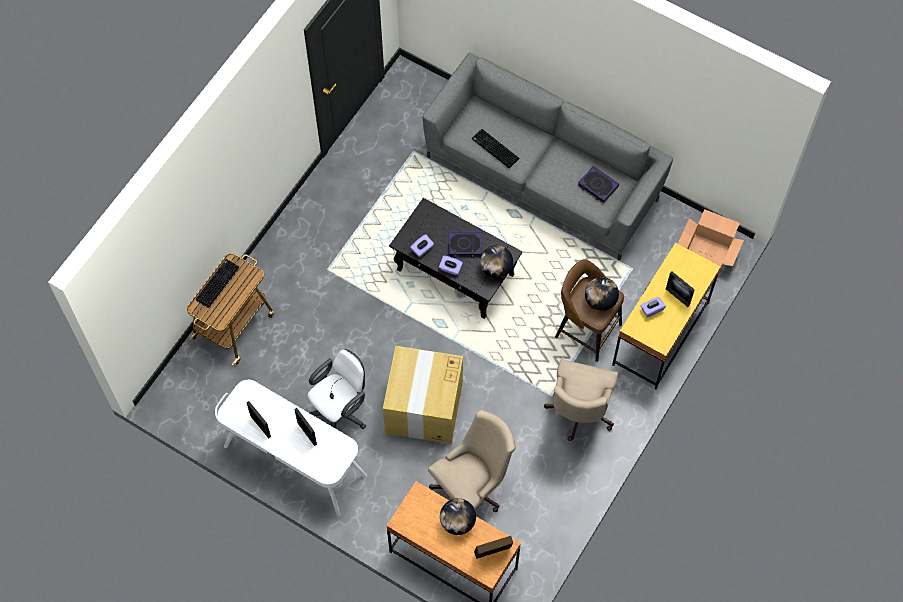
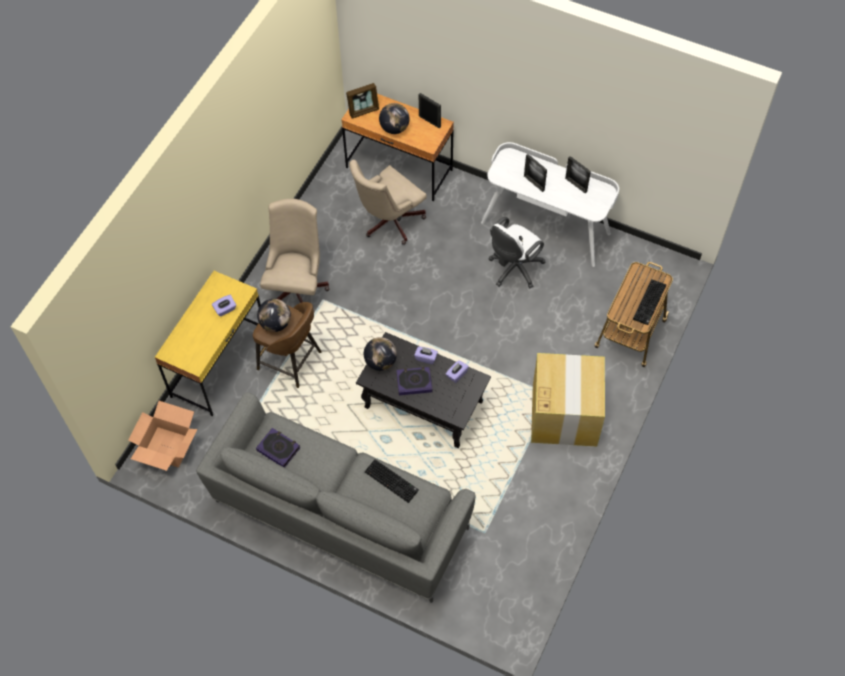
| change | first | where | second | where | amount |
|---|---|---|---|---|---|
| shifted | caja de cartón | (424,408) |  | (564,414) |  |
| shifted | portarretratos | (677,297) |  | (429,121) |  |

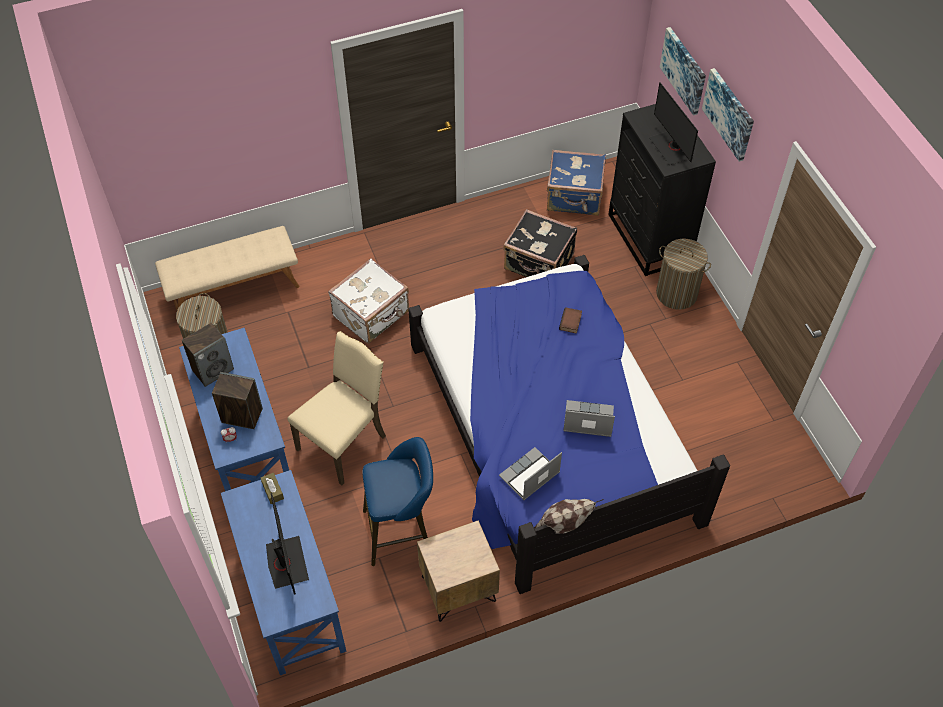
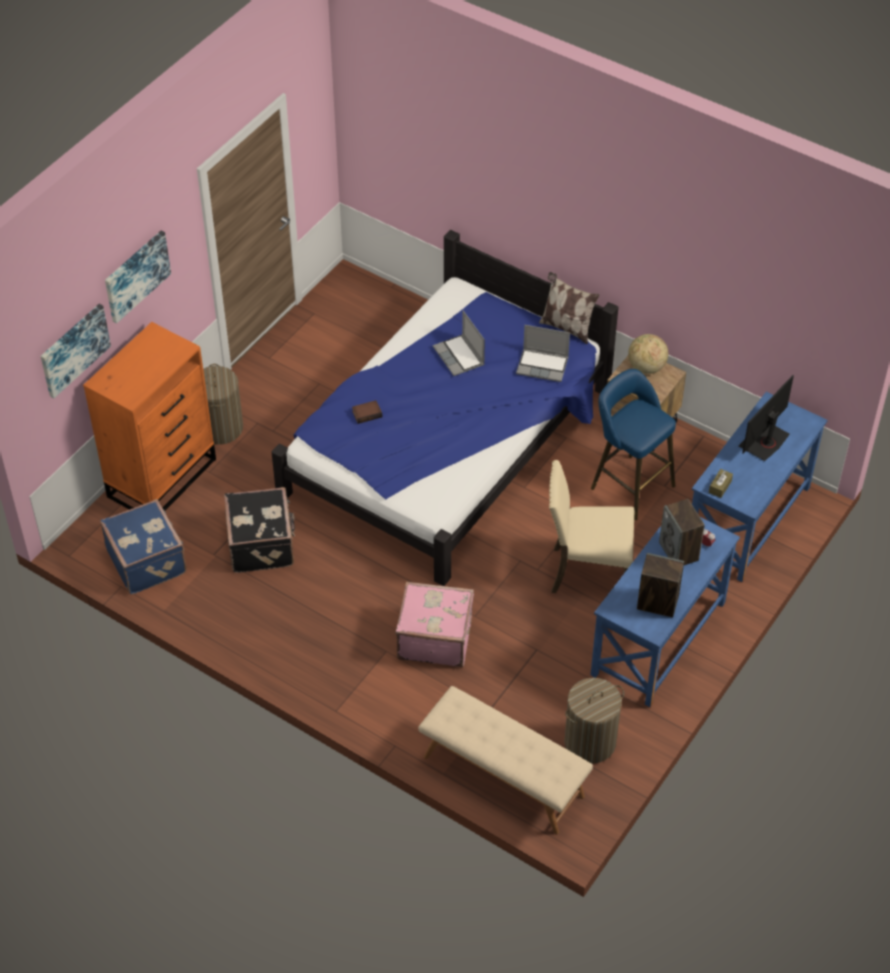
| change | first | where | second | where | amount |
|---|---|---|---|---|---|
| repainted | maleta (blanco) | (372,314) | maleta (rosa) | (434,638) |  |
| repainted | cómoda (negro) | (649,238) | cómoda (naranja) | (163,477) |  |
| gone | monitor | (672,147) |  |  |  |
| new |  |  | globo terráqueo | (646,367) |  |

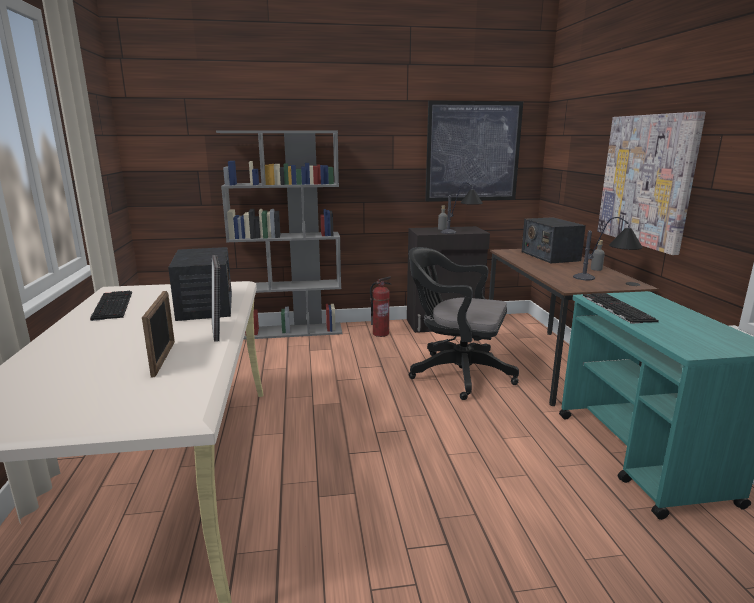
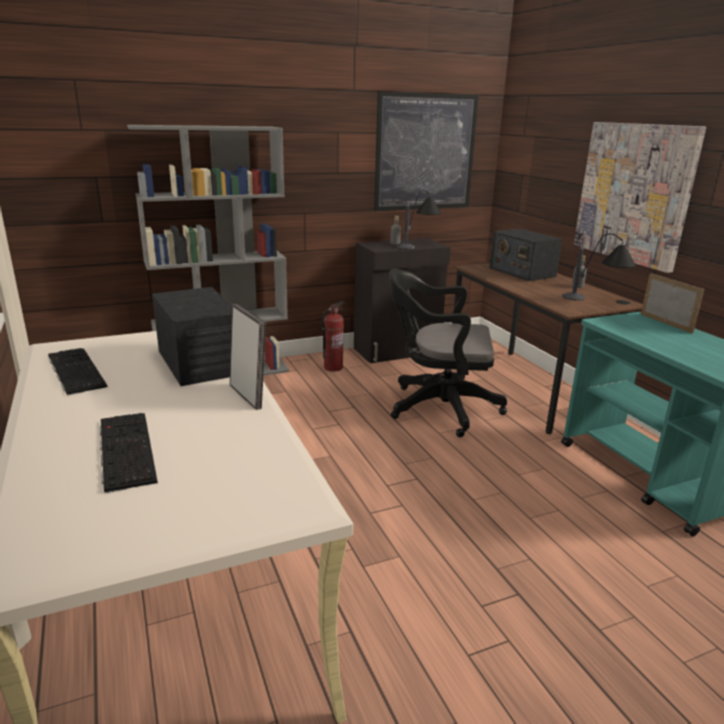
| change | first | where | second | where | amount |
|---|---|---|---|---|---|
| shifted | portarretratos | (163,359) |  | (666,323) |  |
| shifted | teclado | (615,308) |  | (124,449) |  |

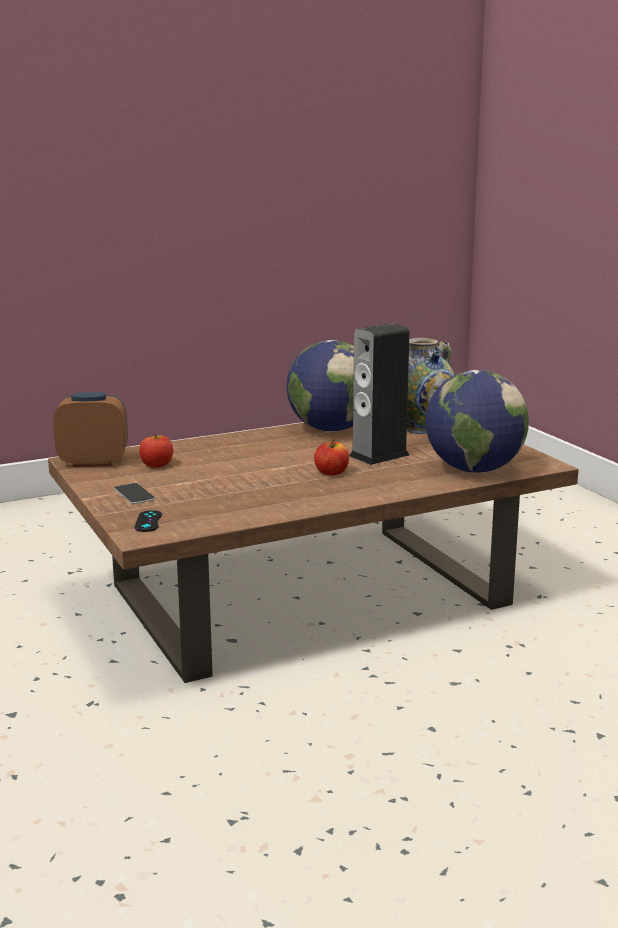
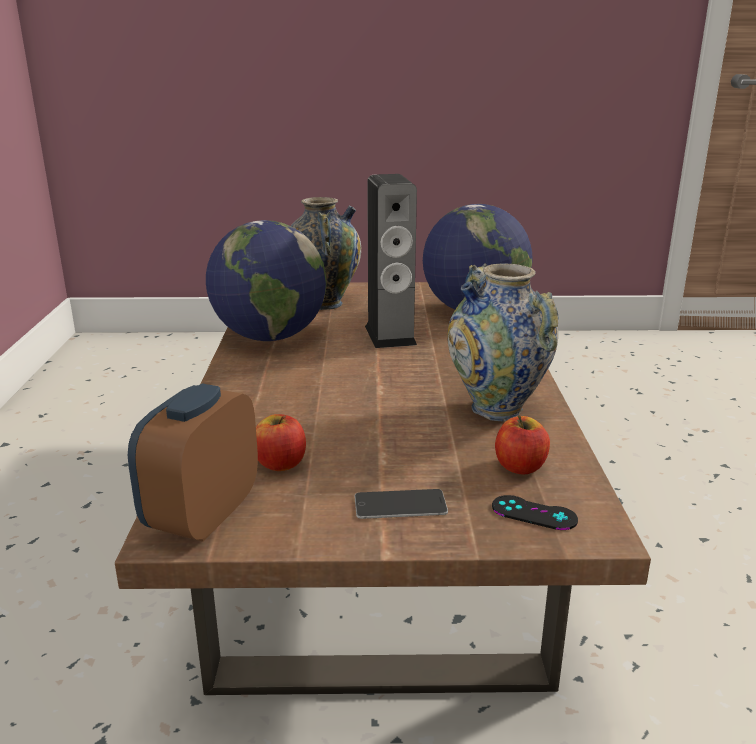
| change | first | where | second | where | amount |
|---|---|---|---|---|---|
| shifted | manzana | (331,472) |  | (520,467) |  |
| new |  |  | florero | (497,409) |  |

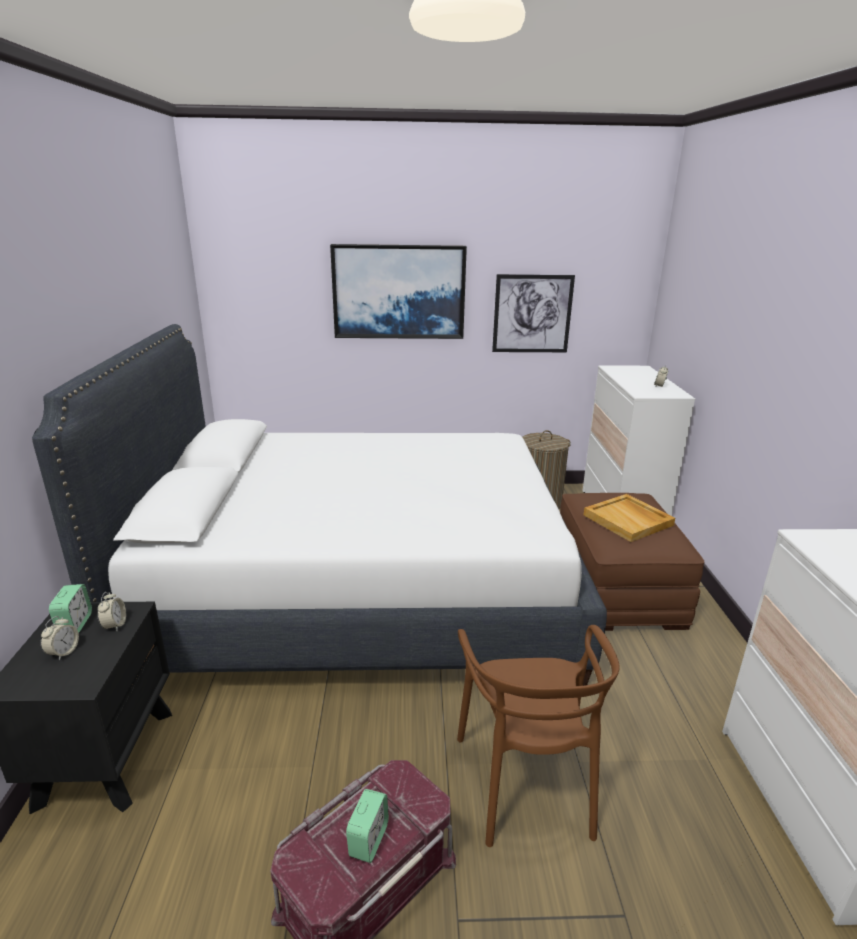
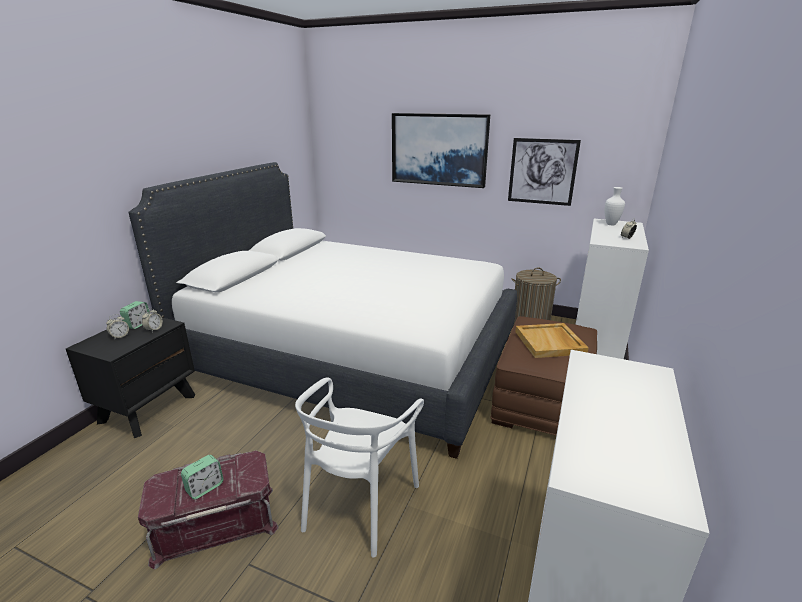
| change | first | where | second | where | amount |
|---|---|---|---|---|---|
| repainted | silla (marrón) | (526,782) | silla (blanco) | (359,504) |  |
| new |  |  | florero (blanco) | (610,224) |  |

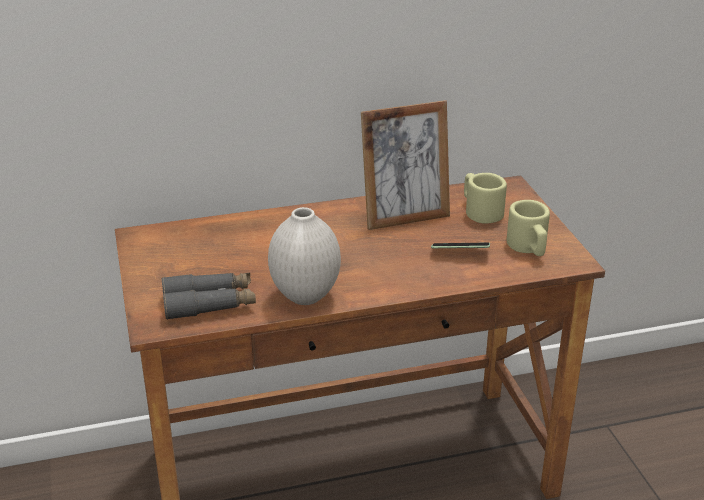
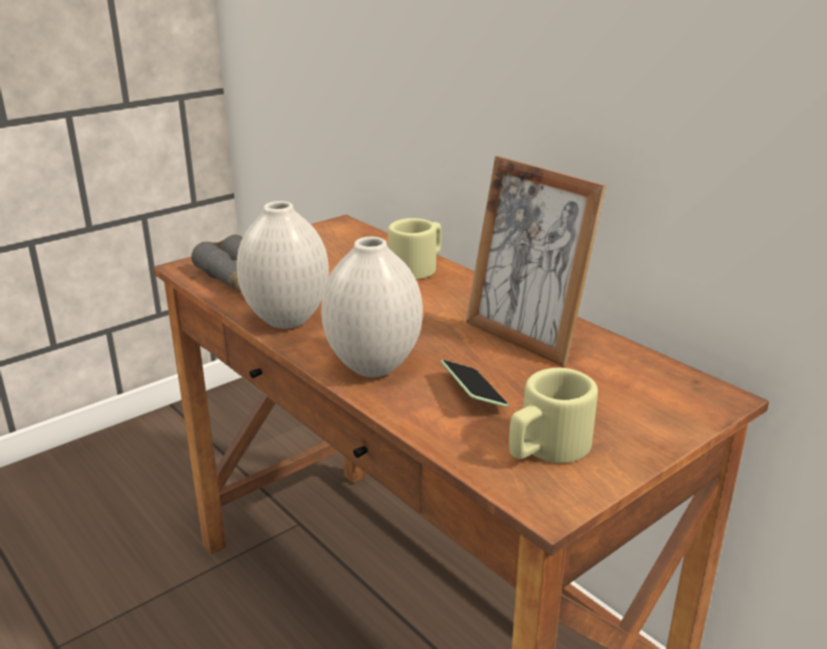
| change | first | where | second | where | amount |
|---|---|---|---|---|---|
| shifted | taza grande (beis) | (480,211) |  | (418,267) |  |
| new |  |  | florero (blanco) | (372,367) |  |

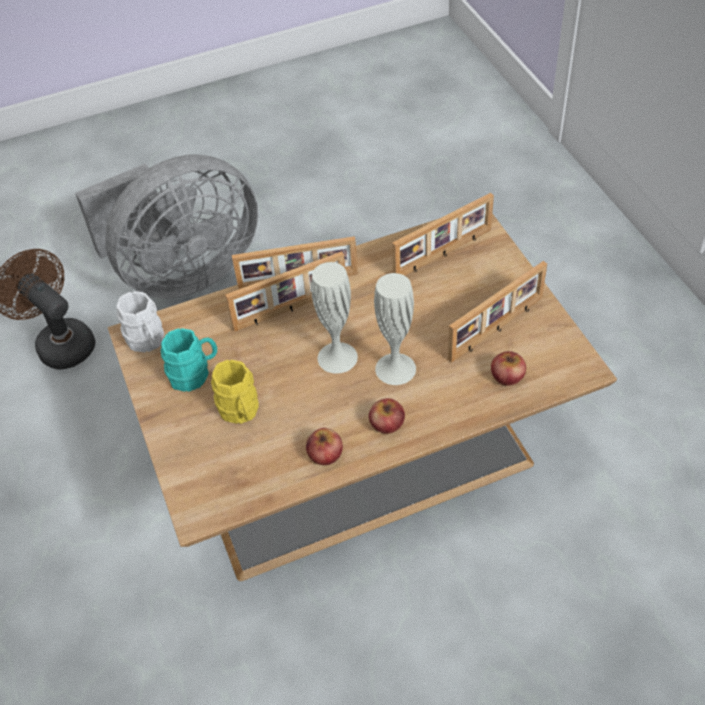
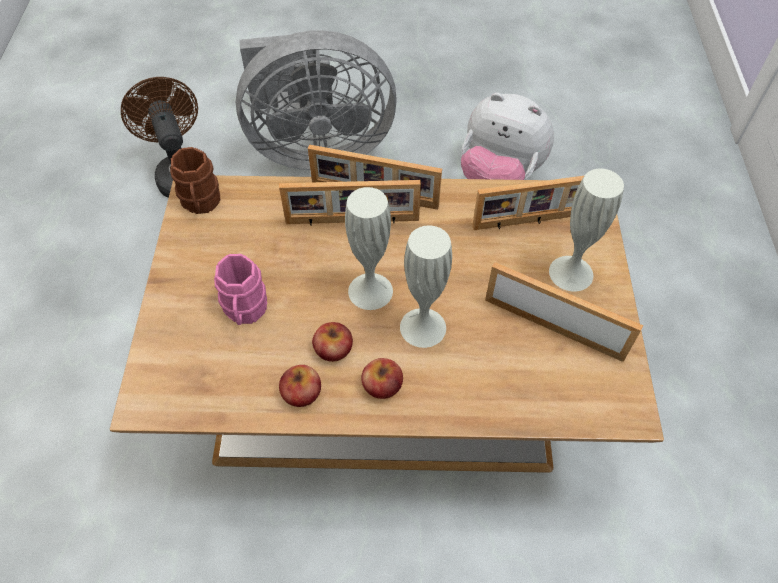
| change | first | where | second | where | amount |
|---|---|---|---|---|---|
| repainted | taza grande (blanco) | (147,342) | taza grande (marrón) | (201,203) |  |
| gone | taza grande (turquesa) | (194,373) |  |  |  |
| repainted | taza grande (amarillo) | (240,412) | taza grande (rosa) | (245,311) |  |
| rotated | portarretratos | (497,329) |  | (554,326) | 135 degrees counterclockwise |
| shifted | manzana | (507,376) |  | (333,349) |  |
| new |  |  | peluche | (498,177) |  |
| new |  |  | florero (blanco) | (571,273) |  |

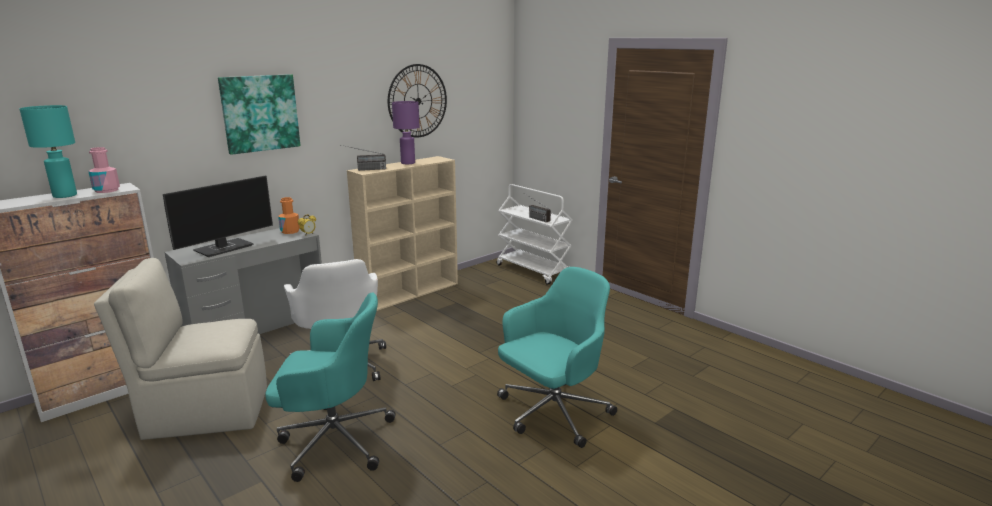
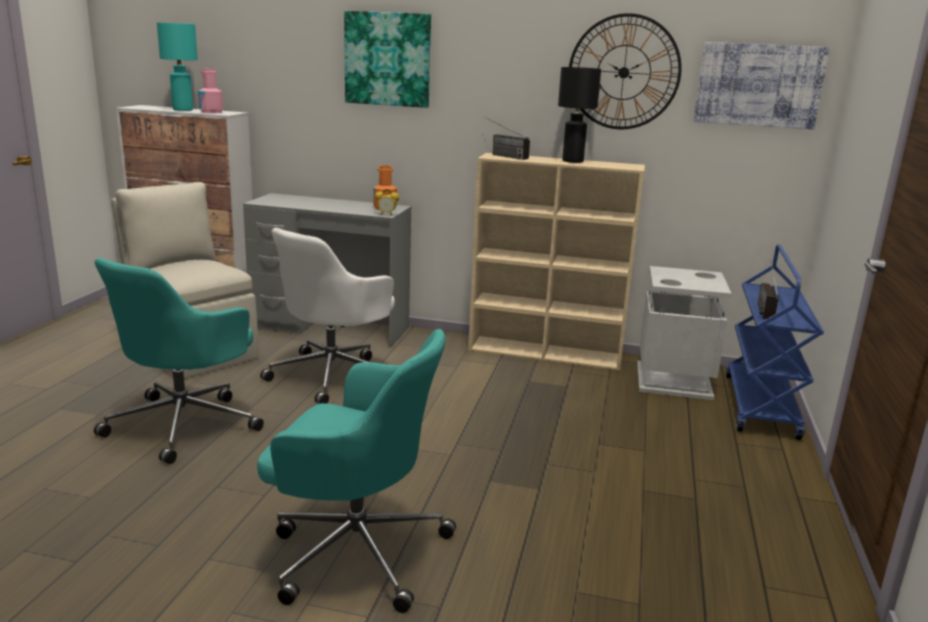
| change | first | where | second | where | amount |
|---|---|---|---|---|---|
| gone | monitor | (224,248) |  |  |  |
| rotated | silla de oficina (turquesa) | (333,440) |  | (185,423) | 60 degrees clockwise |
| repainted | lámpara de mesa (morado) | (407,163) | lámpara de mesa (negro) | (572,161) |  |
| repainted | carrito (blanco) | (533,271) | carrito (azul) | (761,407) |  |
| new |  |  | papelera (gris) | (674,380) |  |
| new |  |  | cuadro | (758,85) |  |

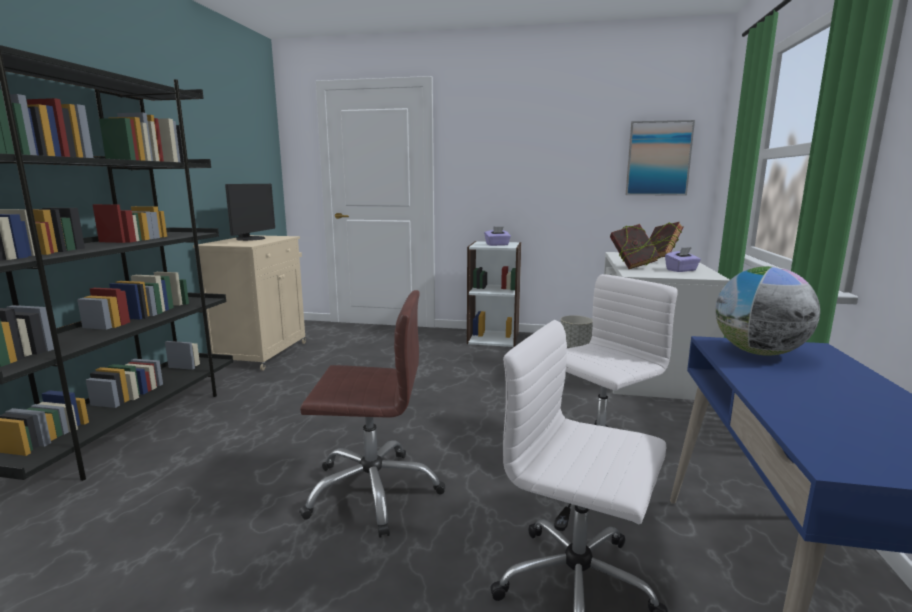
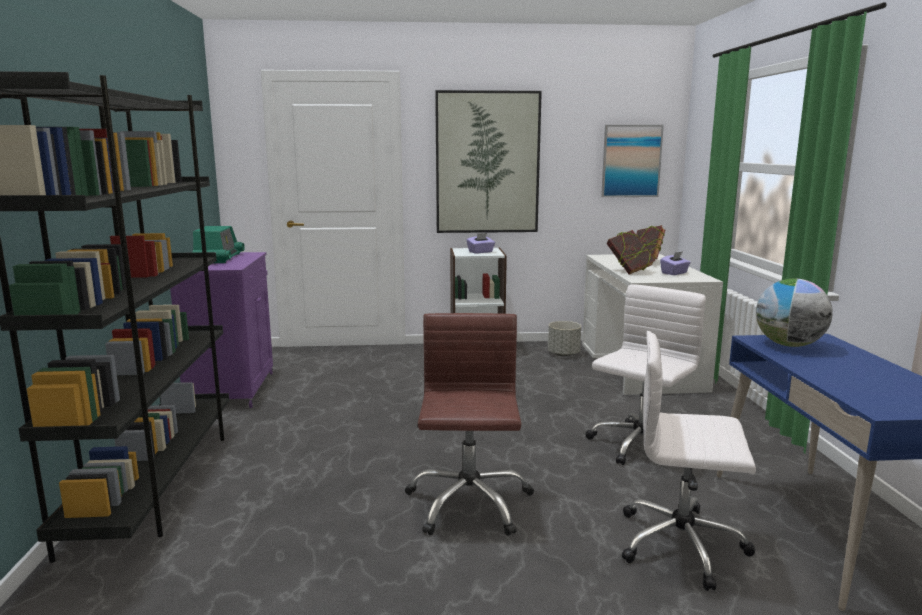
| change | first | where | second | where | amount |
|---|---|---|---|---|---|
| repainted | armario (beis) | (262,353) | armario (morado) | (232,389) |  |
| swapped | monitor | (252,239) | radio | (219,258) |  |
| rotated | silla de oficina (marrón) | (373,491) |  | (468,503) | 75 degrees counterclockwise |
| new |  |  | cuadro | (487,163) |  |

